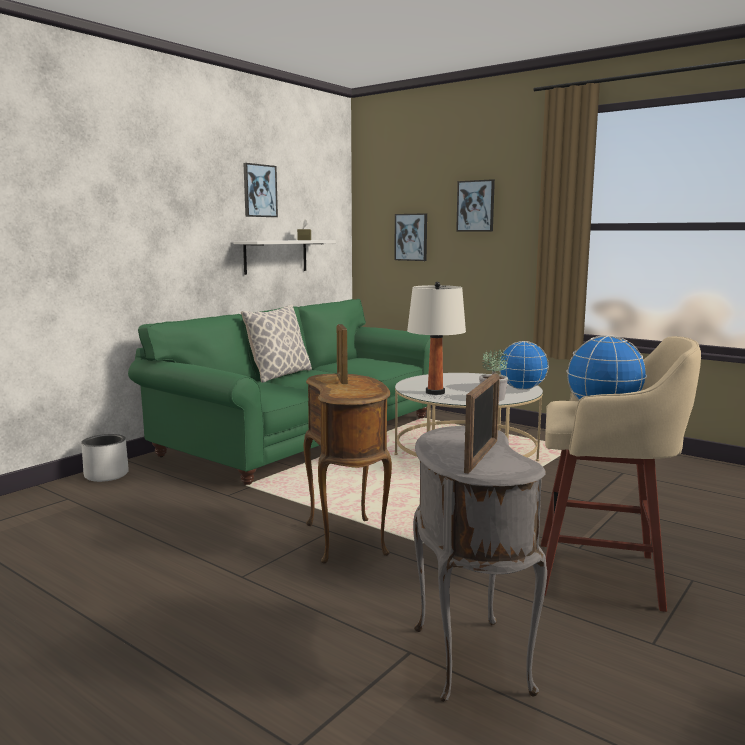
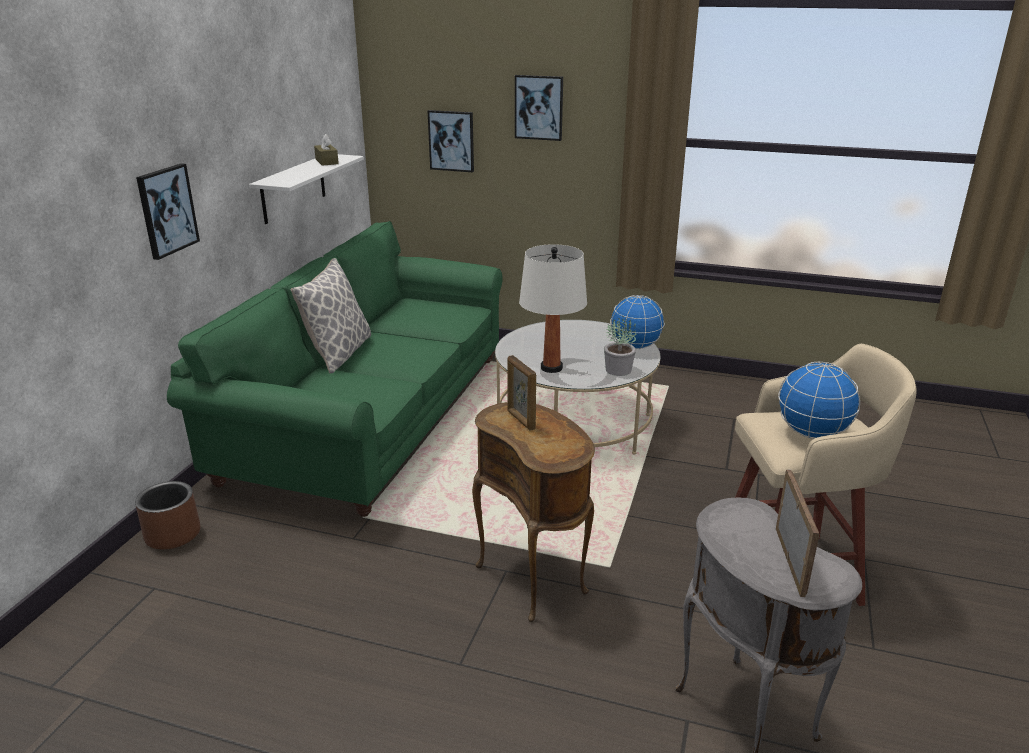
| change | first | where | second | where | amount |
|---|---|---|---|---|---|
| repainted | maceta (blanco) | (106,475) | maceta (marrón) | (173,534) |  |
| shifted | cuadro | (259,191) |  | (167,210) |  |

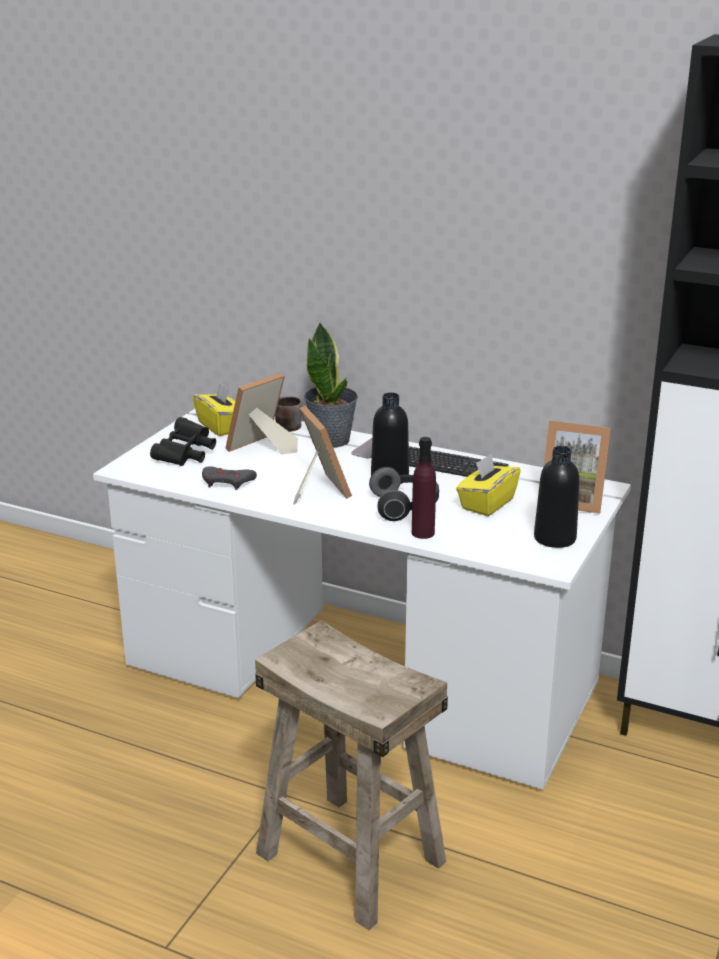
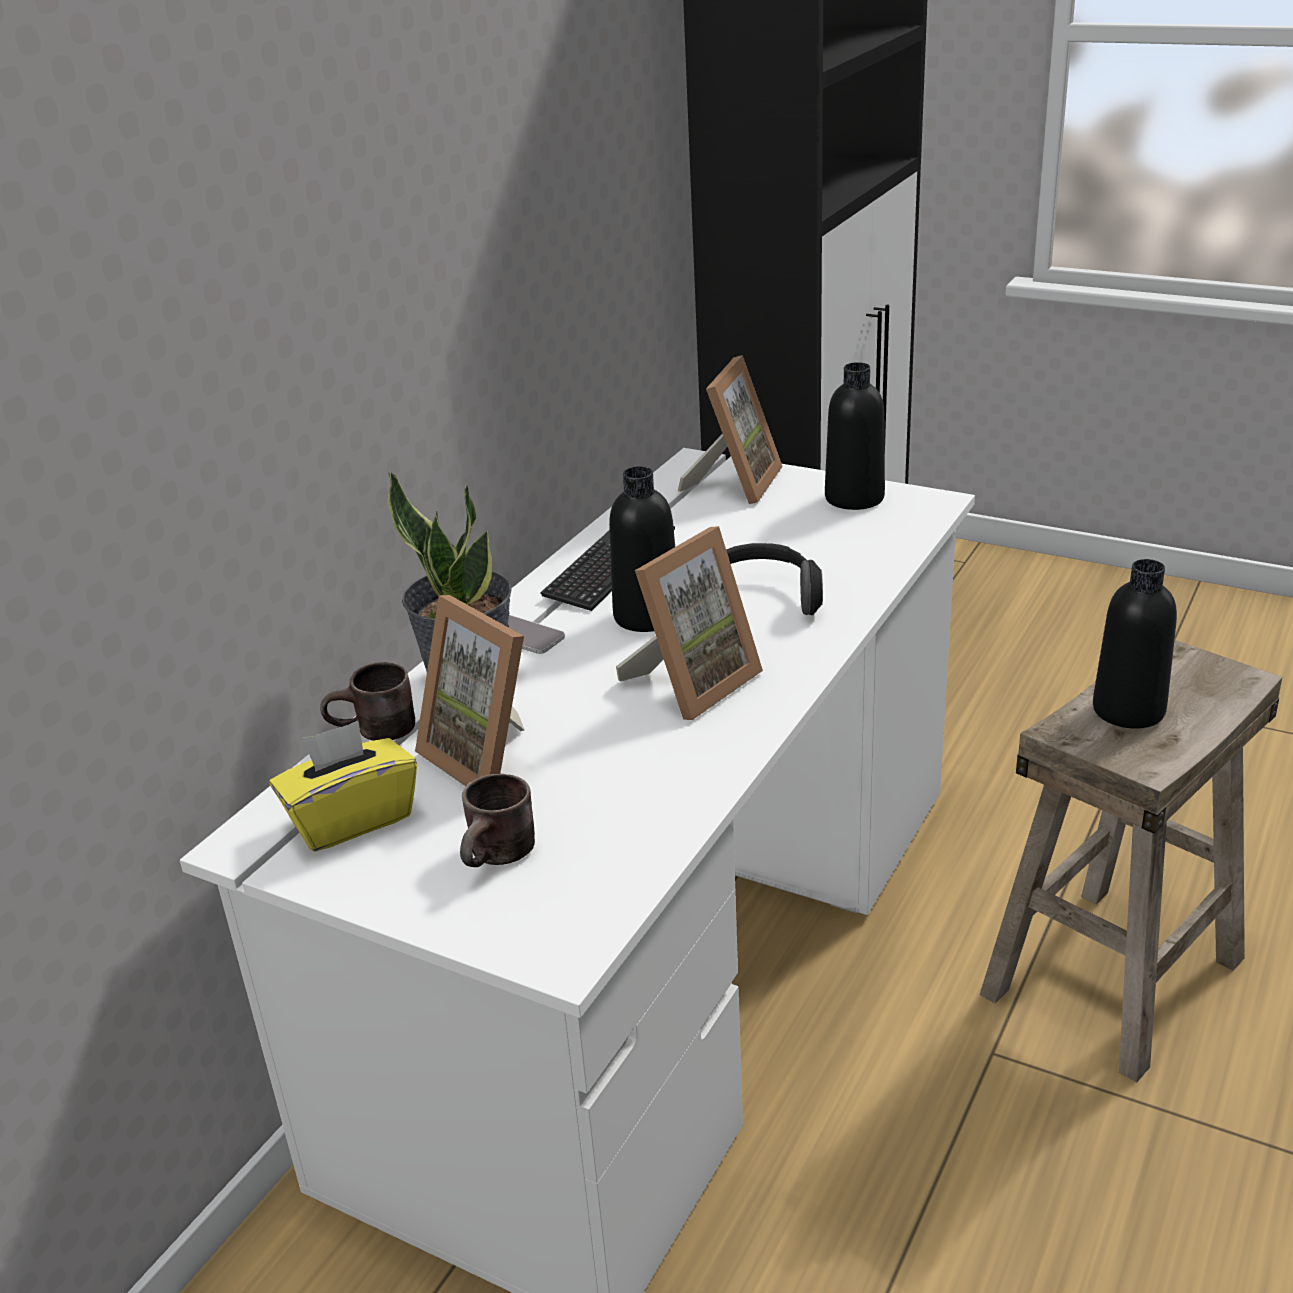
| change | first | where | second | where | amount |
|---|---|---|---|---|---|
| swapped | prismáticos (negro) | (186,455) | taza grande (marrón) | (502,857) |  |
| gone | mando de consola (gris) | (227,482) |  |  |  |
| rotated | portarretratos | (318,489) |  | (691,683) | 150 degrees clockwise |
| gone | botella (morado) | (423,533) |  |  |  |
| gone | caja de pañuelos (amarillo) | (486,503) |  |  |  |
| new |  |  | botella (negro) | (1128,710) |  |

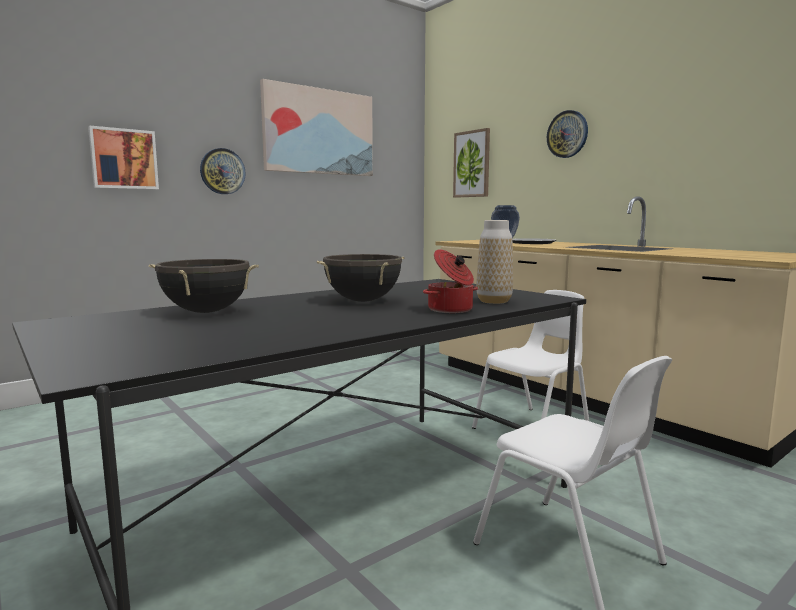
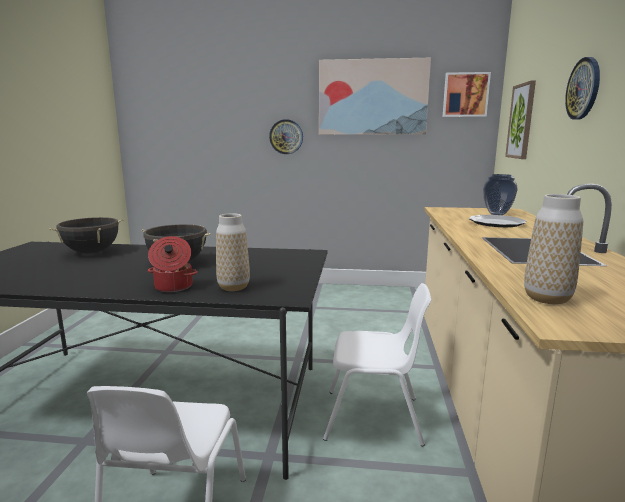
| change | first | where | second | where | amount |
|---|---|---|---|---|---|
| shifted | cuadro | (124,159) |  | (465,95) |  |
| new |  |  | florero | (547,298) |  |

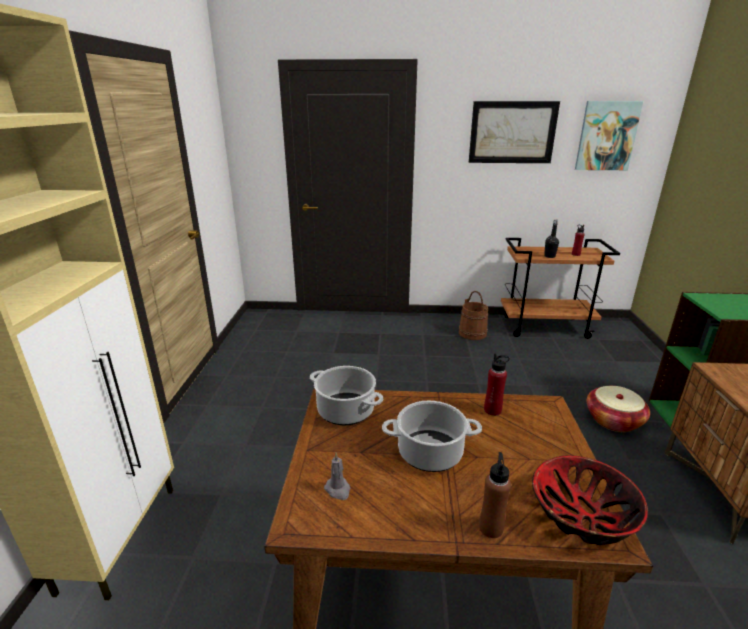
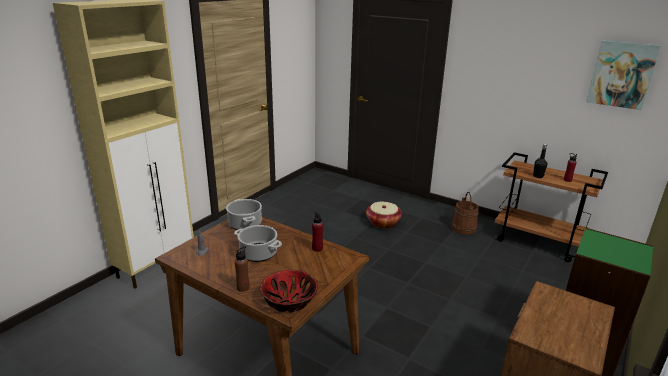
| change | first | where | second | where | amount |
|---|---|---|---|---|---|
| gone | cuadro | (512,132) |  |  |  |
| shifted | cesta | (613,420) |  | (383,223) |  |

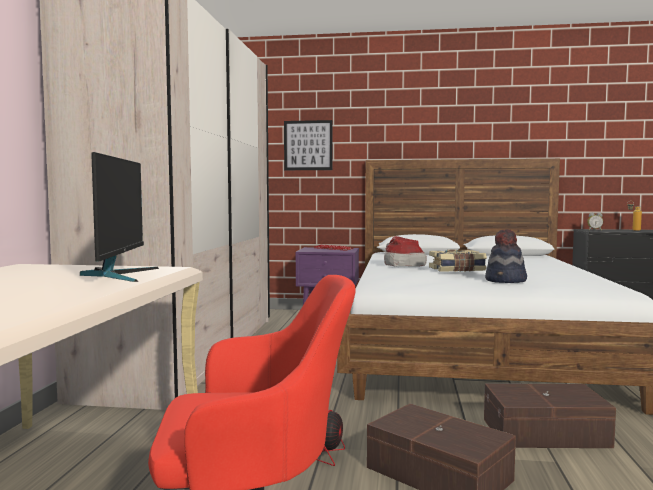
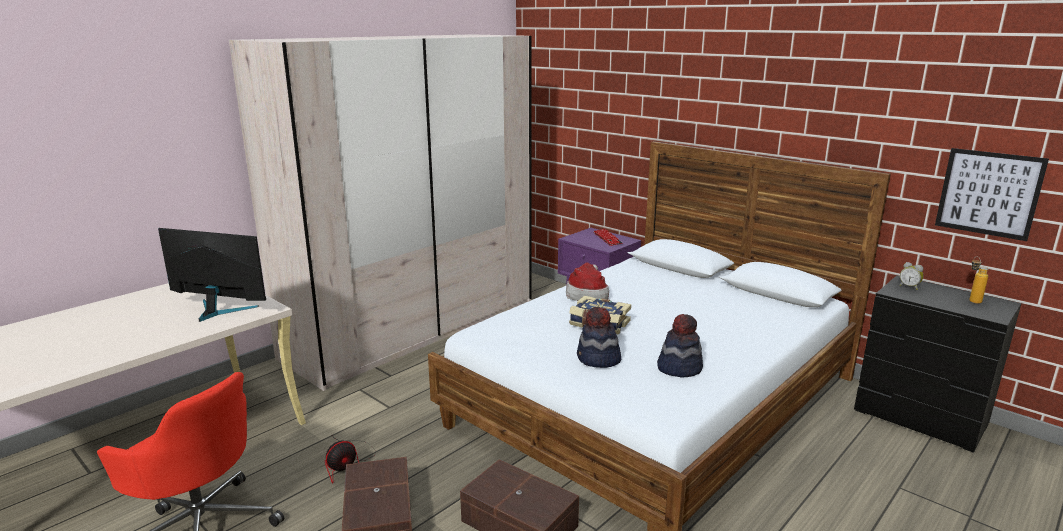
| change | first | where | second | where | amount |
|---|---|---|---|---|---|
| rotated | monitor | (119,274) |  | (217,310) | 105 degrees counterclockwise |
| shifted | cuadro | (308,145) |  | (988,193) |  |
| new |  |  | sombrero | (679,368) |  |

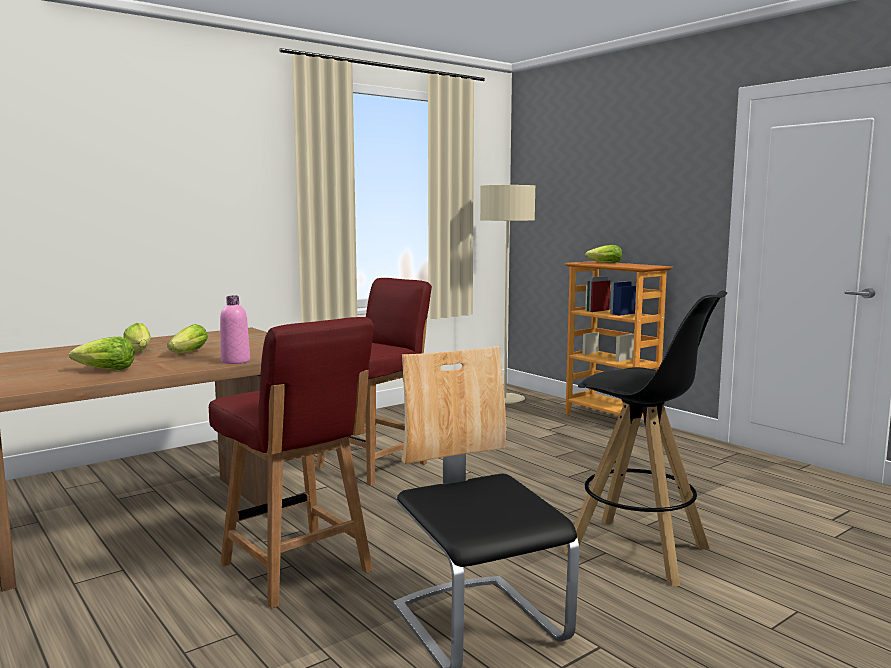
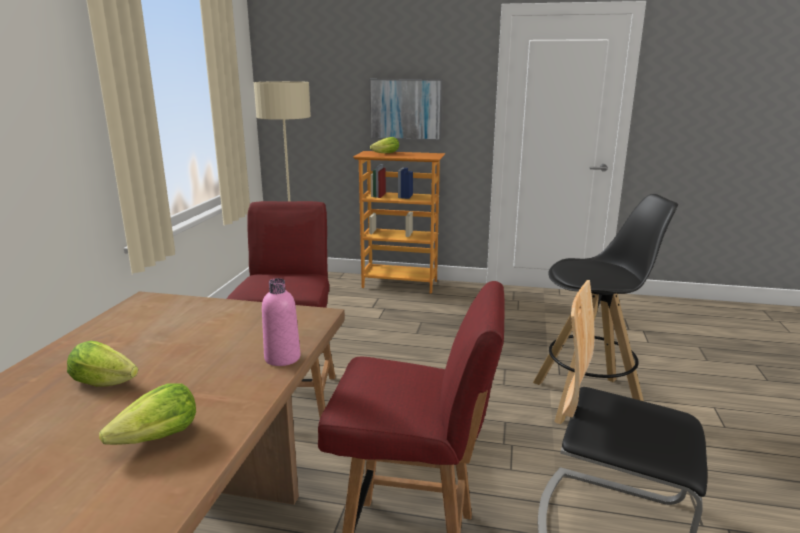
| change | first | where | second | where | amount |
|---|---|---|---|---|---|
| gone | lechuga | (186,353) |  |  |  |
| new |  |  | cuadro | (405,109) |  |

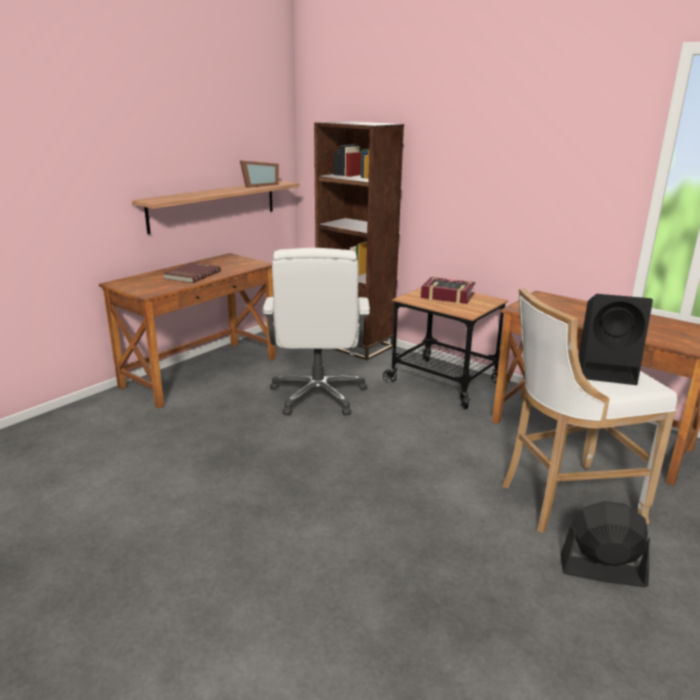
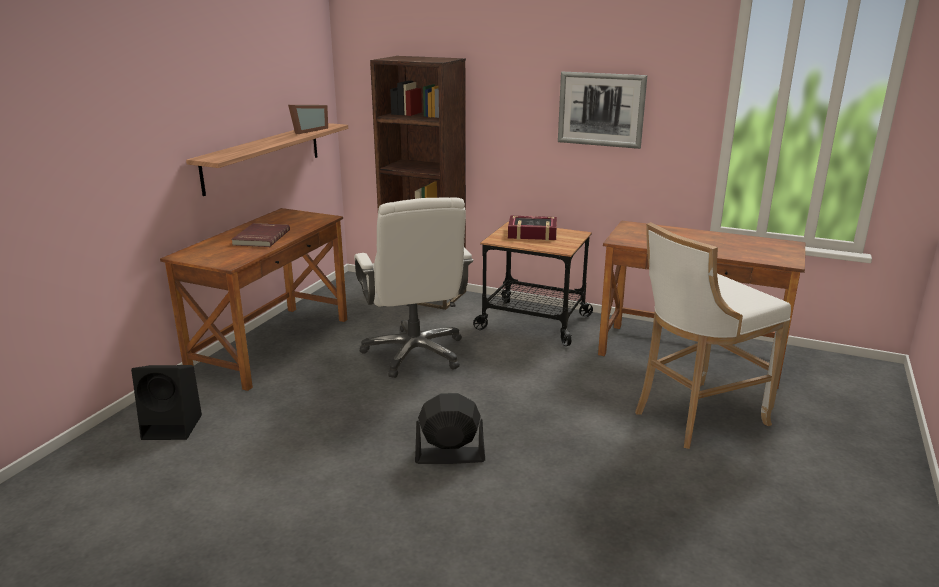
| change | first | where | second | where | amount |
|---|---|---|---|---|---|
| shifted | ventilador (negro) | (602,571) |  | (449,456) |  |
| shifted | altavoz (negro) | (608,371) |  | (174,427) |  |
| new |  |  | cuadro | (601,109) |  |

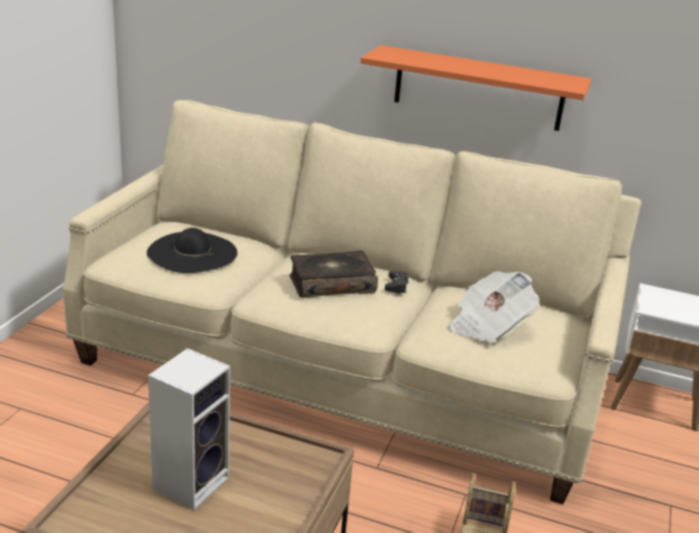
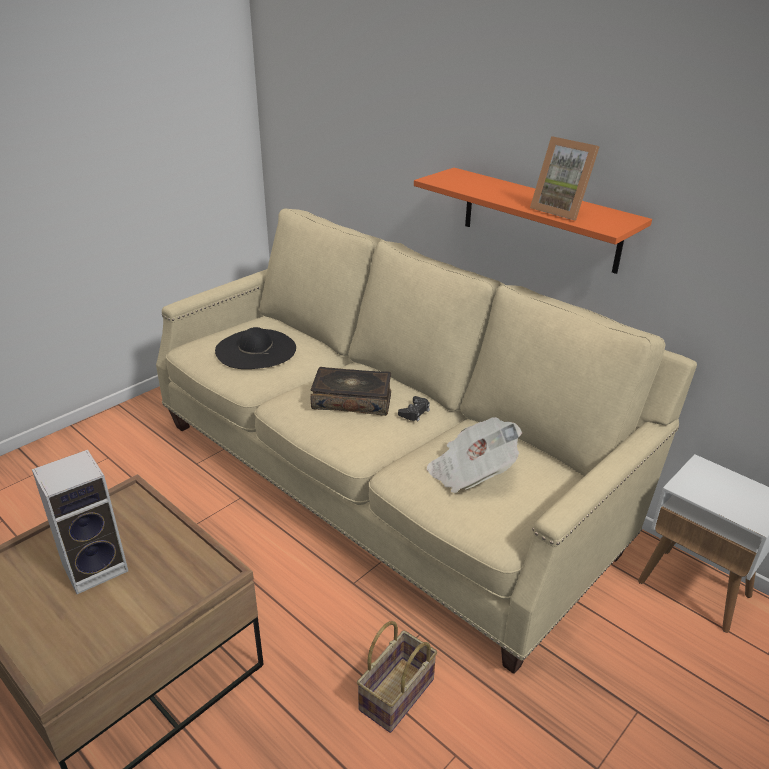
| change | first | where | second | where | amount |
|---|---|---|---|---|---|
| new |  |  | portarretratos | (562,210) |  |

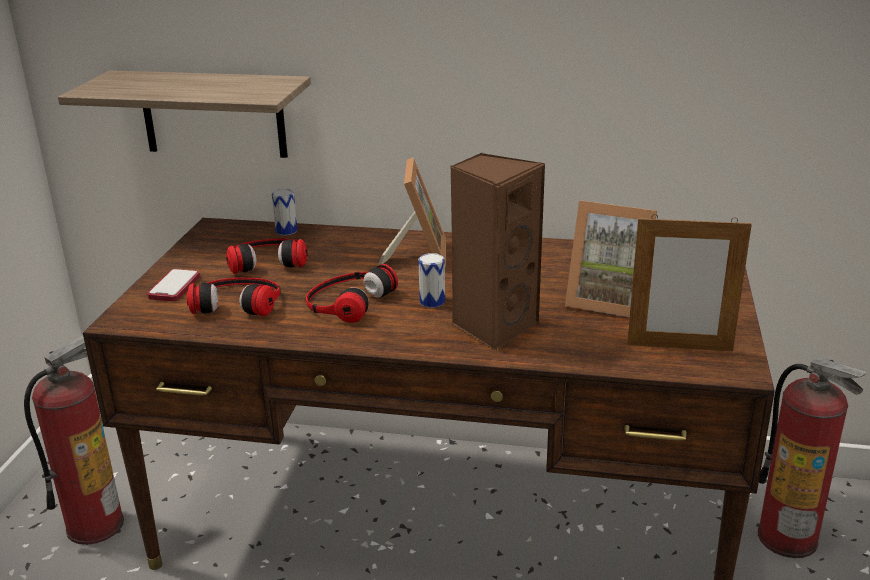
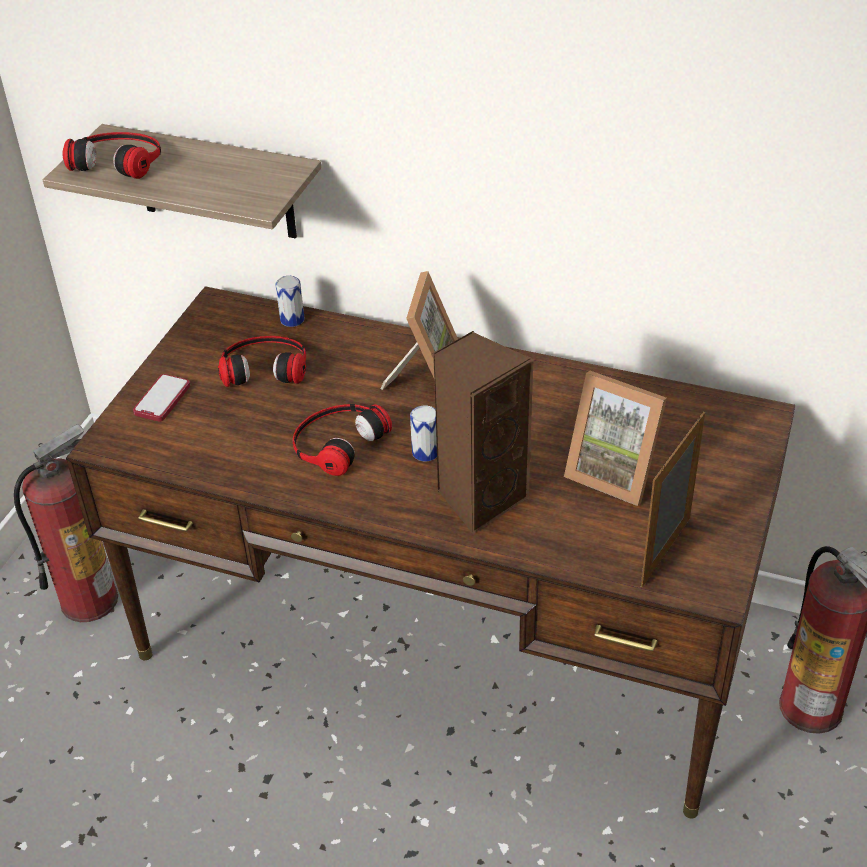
| change | first | where | second | where | amount |
|---|---|---|---|---|---|
| shifted | auriculares | (238,301) |  | (118,159) |  |
| rotated | portarretratos | (679,347) |  | (666,551) | 105 degrees clockwise |

